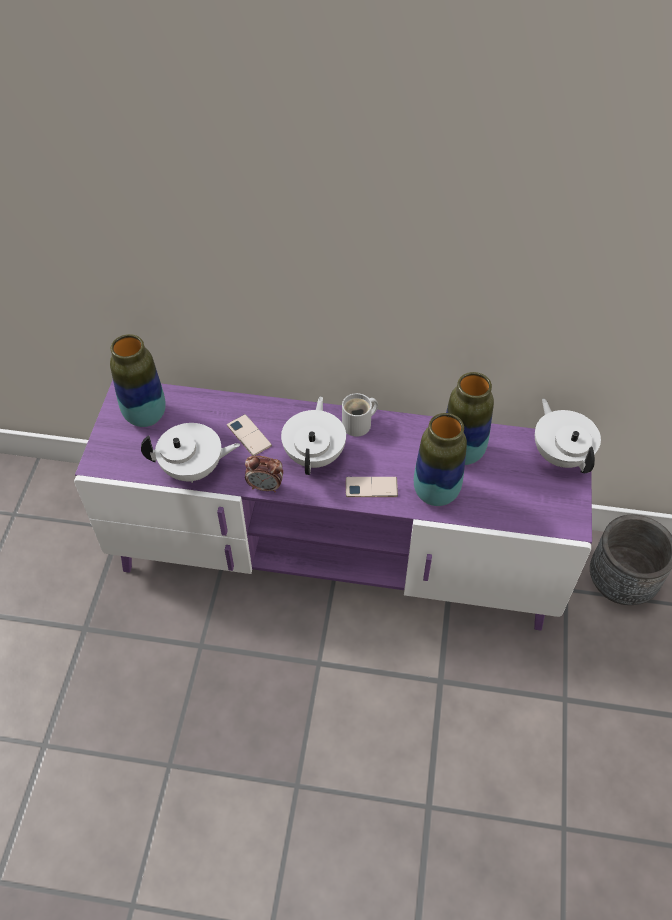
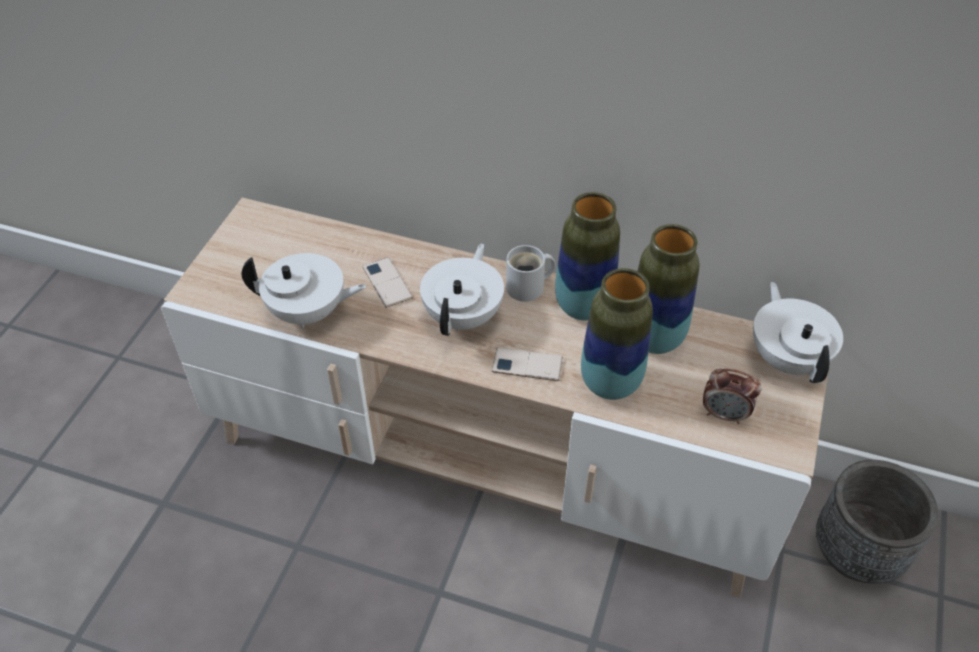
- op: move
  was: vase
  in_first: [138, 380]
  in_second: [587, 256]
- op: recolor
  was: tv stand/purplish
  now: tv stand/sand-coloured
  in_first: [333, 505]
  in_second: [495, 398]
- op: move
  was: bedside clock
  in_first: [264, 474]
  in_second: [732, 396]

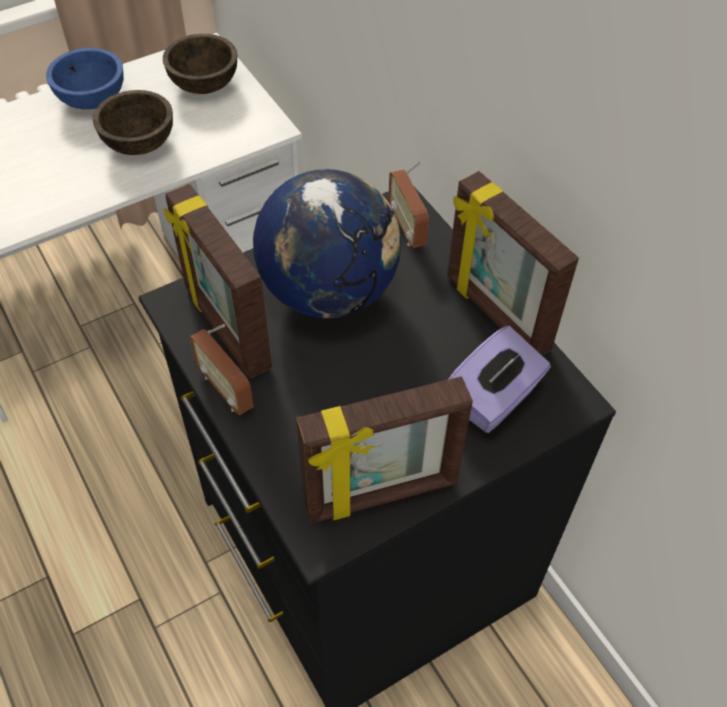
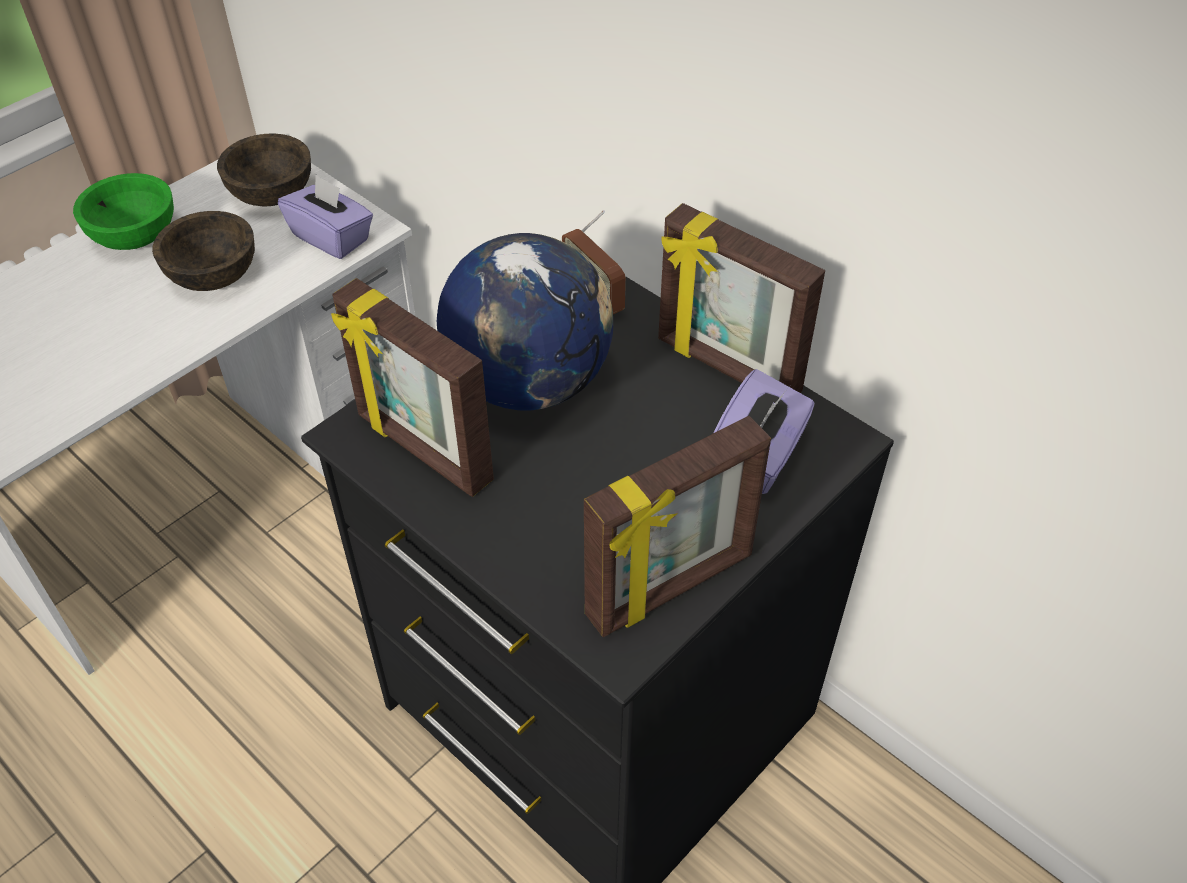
- op: recolor
  was: deep dish/bluish
  now: deep dish/greenish
  in_first: [85, 78]
  in_second: [123, 211]
- op: delete
  was: radio
  in_first: [221, 370]
- op: insert
  now: box of tissues/purplish
  in_second: [325, 217]

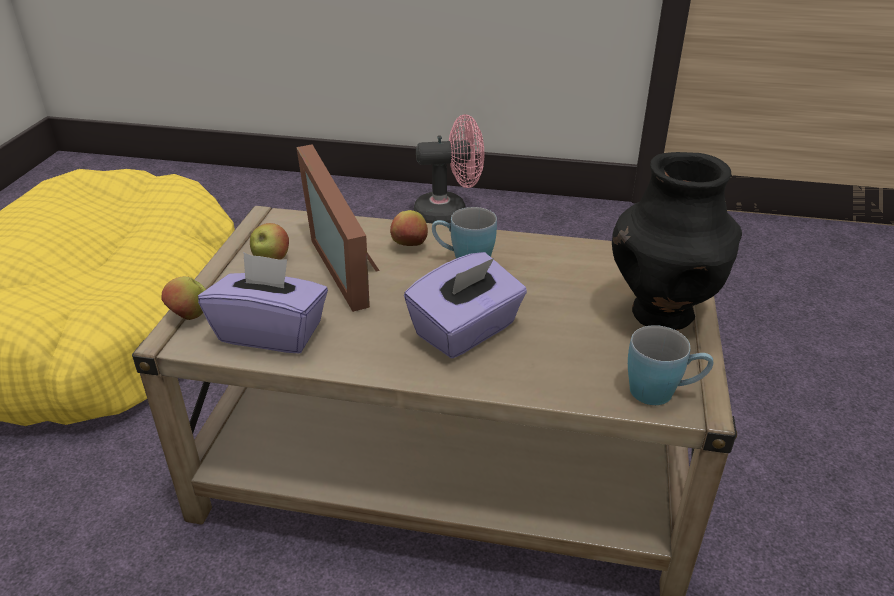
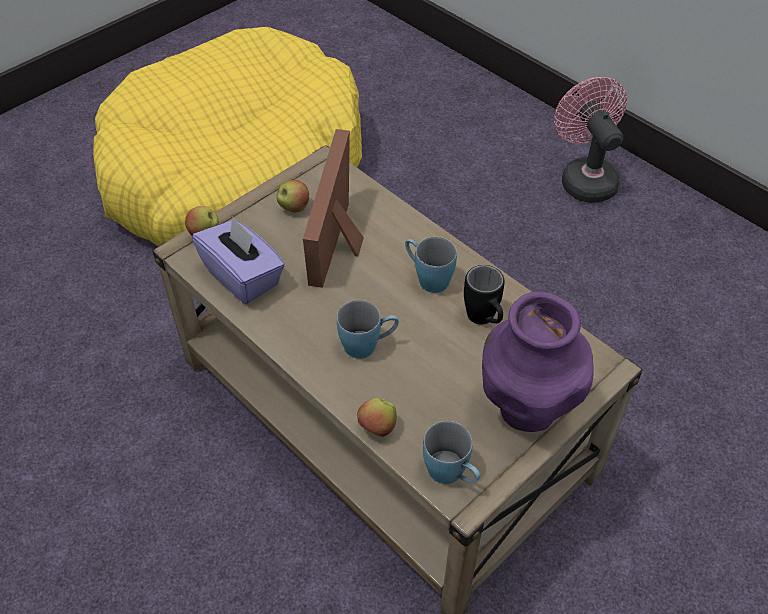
- op: rotate
  was: fan/pink-coloured
  in_first: [449, 169]
  in_second: [590, 140]
  clockwise: -135
- op: recolor
  was: vase/black
  now: vase/purplish
  in_first: [677, 241]
  in_second: [538, 361]
- op: move
  was: whole apple
  in_first: [409, 228]
  in_second: [377, 417]
- op: replace
  was: box of tissues/purplish
  now: coffee mug/bluish
  in_first: [465, 305]
  in_second: [368, 329]
- op: insert
  now: coffee mug/black
  in_second: [484, 295]

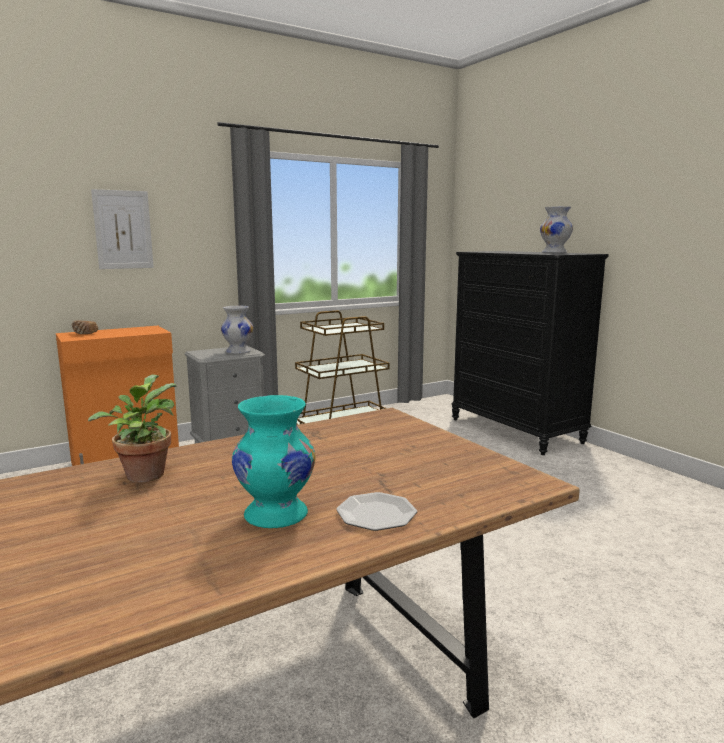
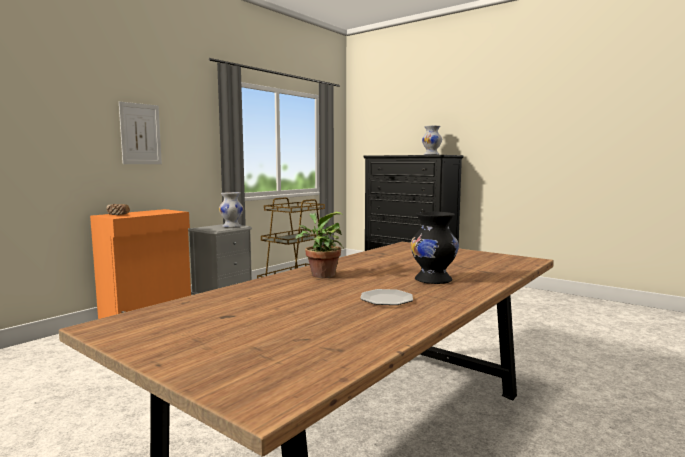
- op: recolor
  was: vase/turquoise
  now: vase/black
  in_first: [274, 461]
  in_second: [434, 248]
- op: move
  was: plate
  in_first: [376, 511]
  in_second: [386, 297]

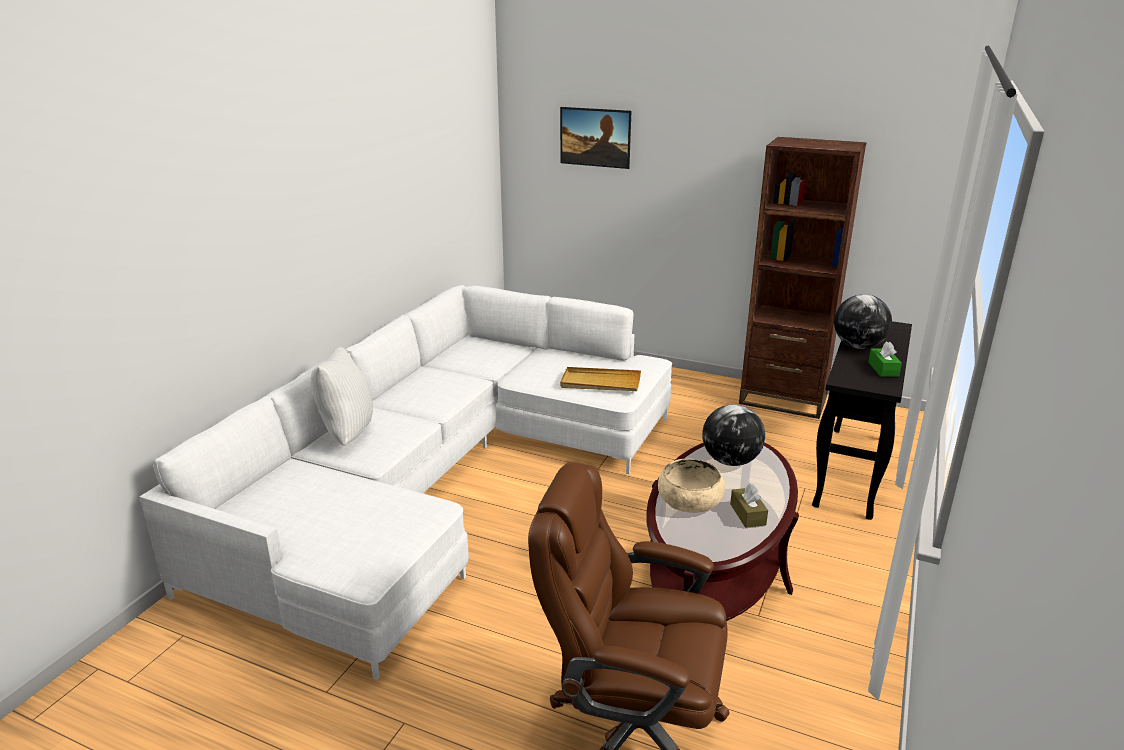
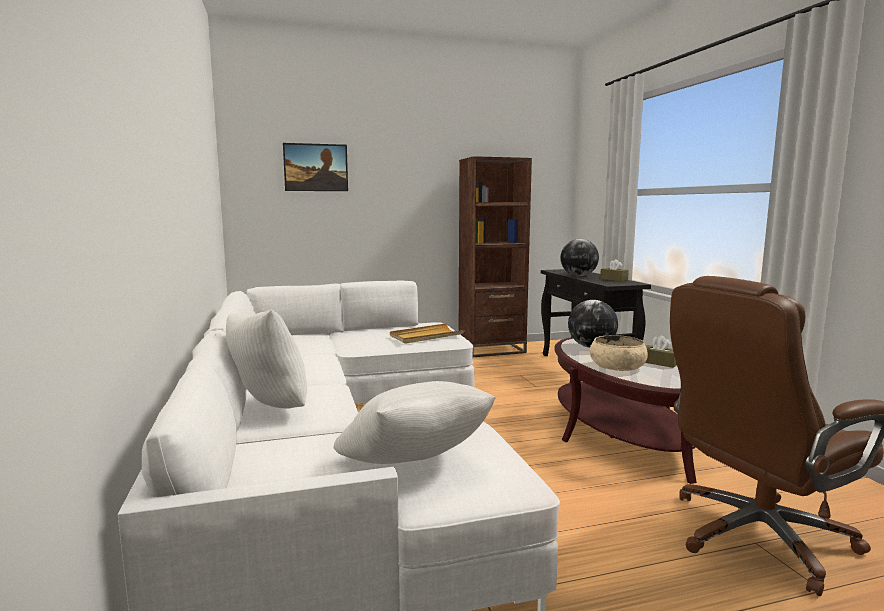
- op: recolor
  was: box of tissues/greenish
  now: box of tissues/brownish
  in_first: [885, 359]
  in_second: [614, 270]
- op: insert
  now: pillow/whitish
  in_second: [414, 422]

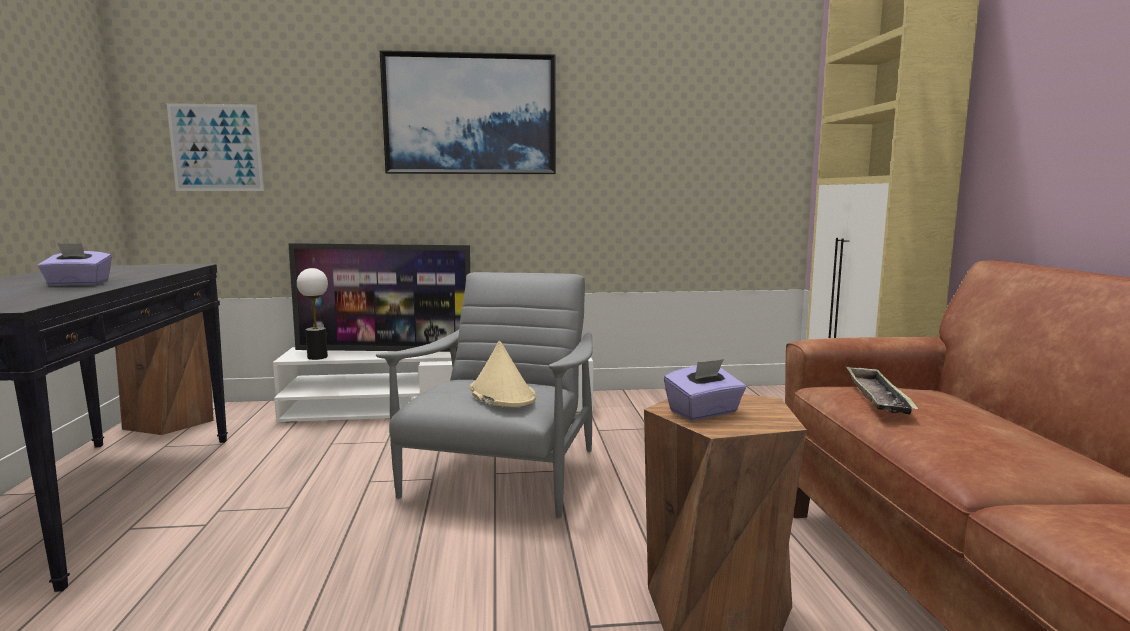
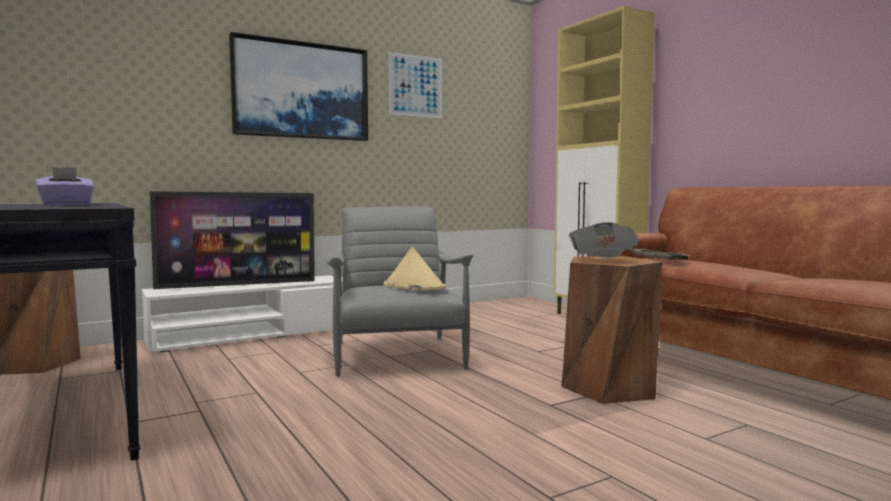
- op: move
  was: wall picture
  in_first: [215, 147]
  in_second: [415, 85]
- op: delete
  was: tabletop lamp
  in_first: [312, 314]
- op: replace
  was: box of tissues/purplish
  now: newspaper
  in_first: [705, 390]
  in_second: [604, 240]

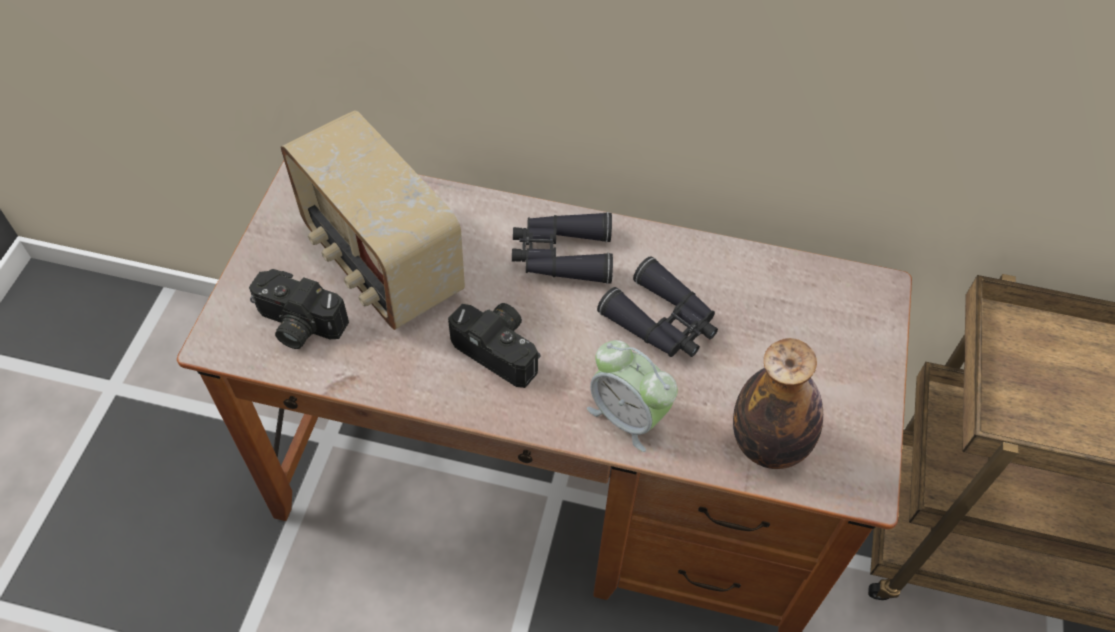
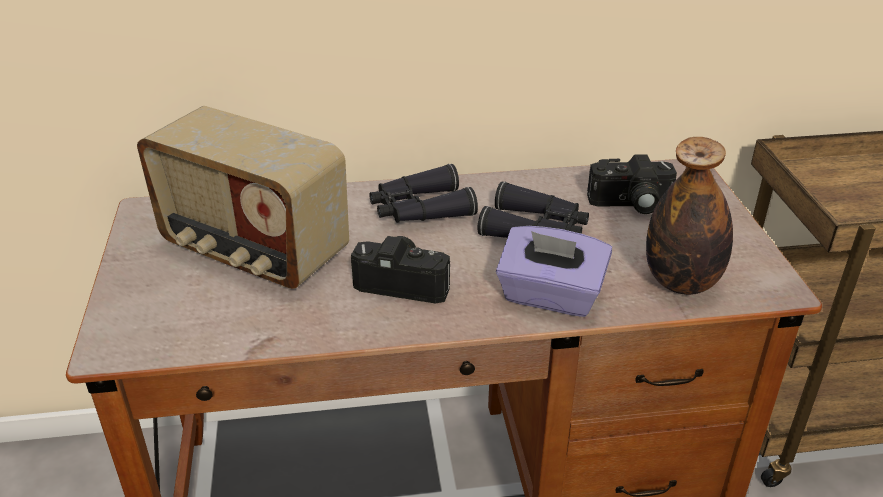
- op: move
  was: photo camera
  in_first: [299, 309]
  in_second: [632, 184]
- op: replace
  was: bedside clock
  now: box of tissues/purplish
  in_first: [632, 396]
  in_second: [554, 271]

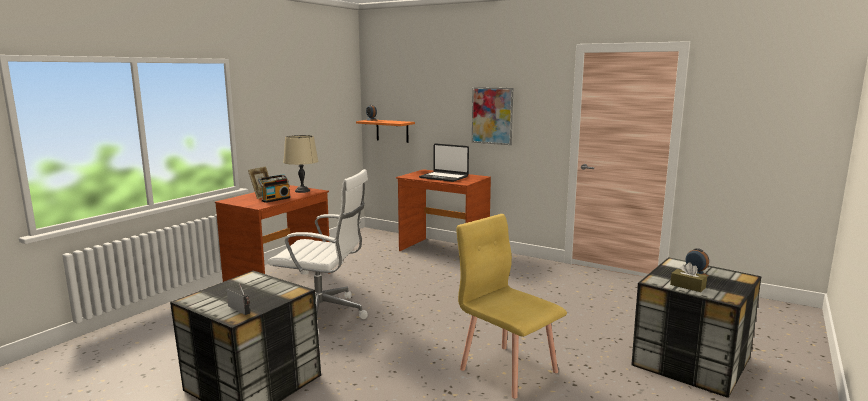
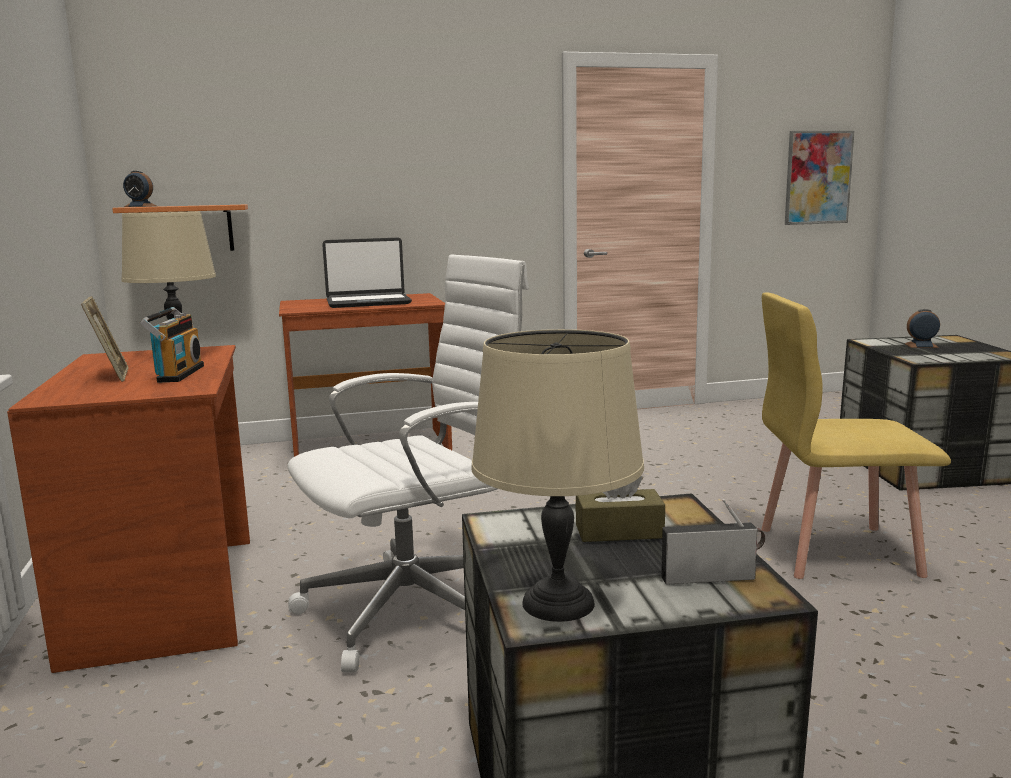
- op: move
  was: wall picture
  in_first: [492, 116]
  in_second: [819, 178]
- op: move
  was: box of tissues/brownish
  in_first: [688, 277]
  in_second: [620, 509]
- op: insert
  now: tabletop lamp/sand-coloured
  in_second: [557, 475]

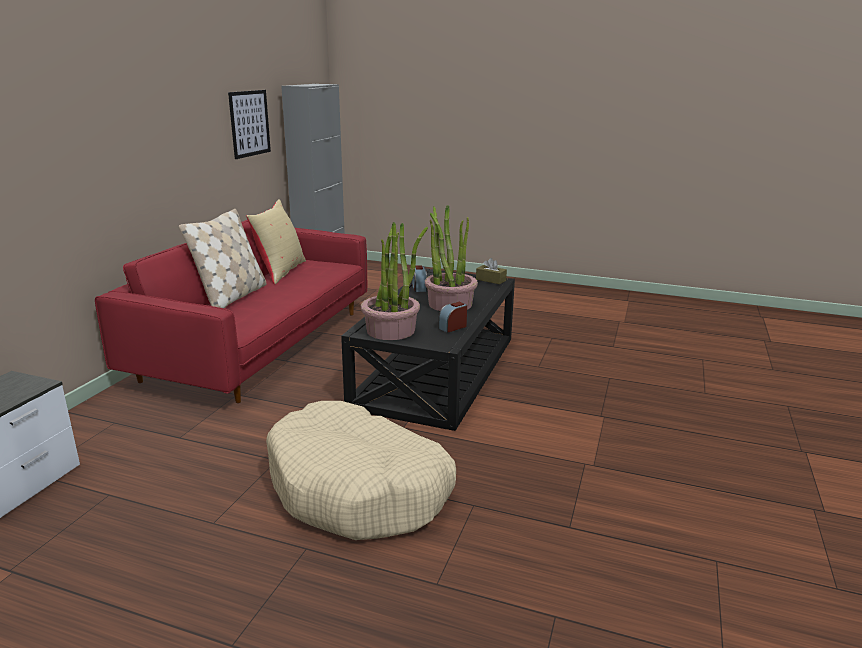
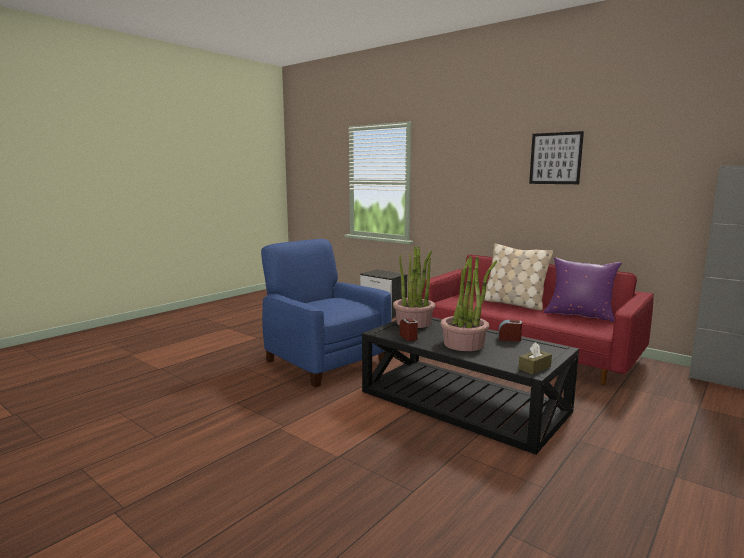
- op: move
  was: wall picture
  in_first: [249, 124]
  in_second: [556, 157]
- op: recolor
  was: pillow/sand-coloured
  now: pillow/purplish
  in_first: [276, 241]
  in_second: [583, 289]
- op: replace
  was: dog bed/sand-coloured
  now: easy chair/bluish
  in_first: [361, 470]
  in_second: [326, 313]

